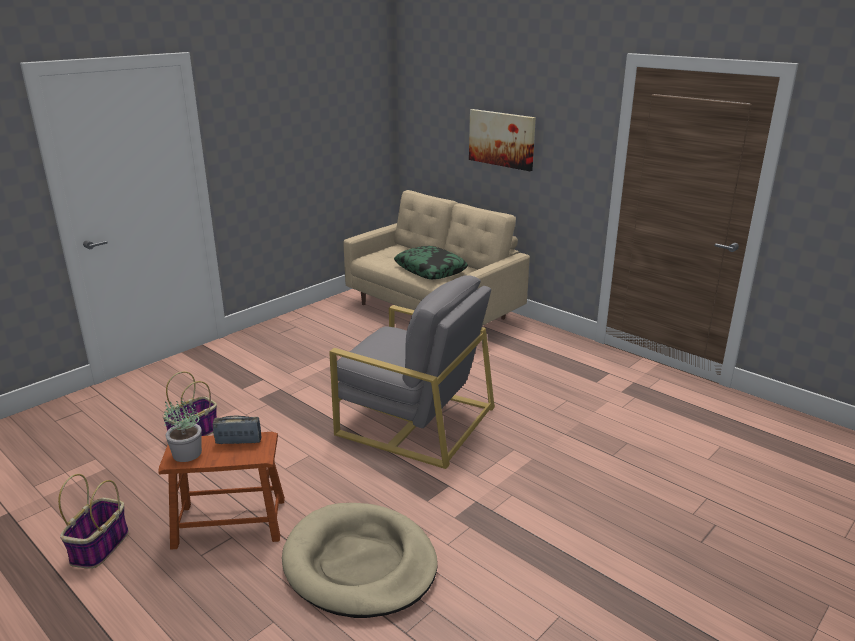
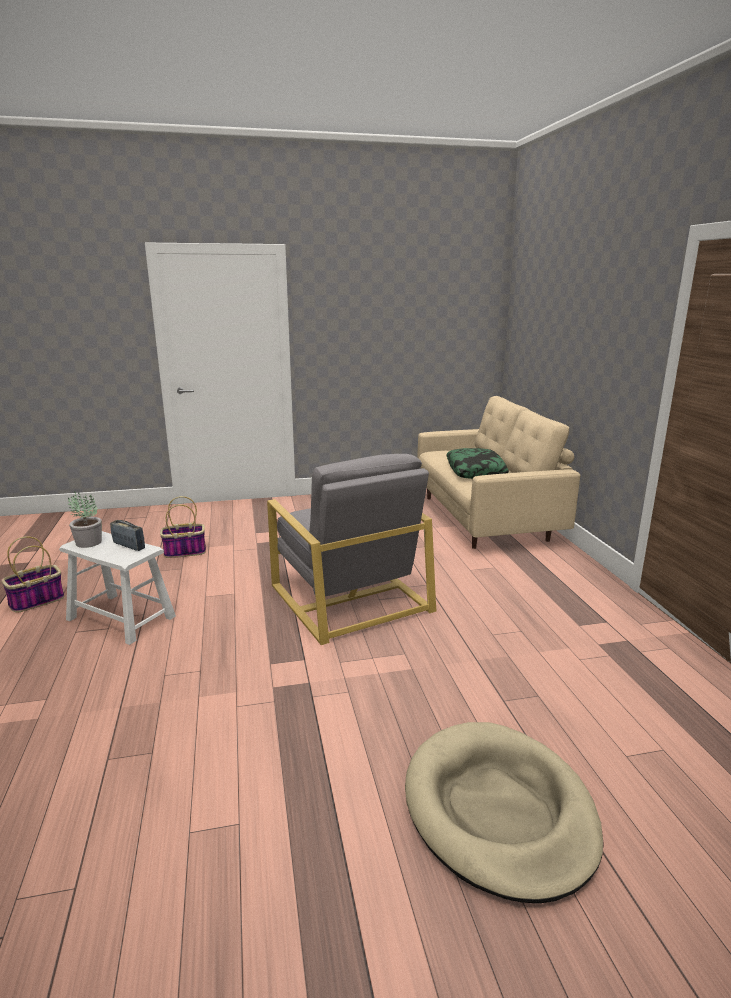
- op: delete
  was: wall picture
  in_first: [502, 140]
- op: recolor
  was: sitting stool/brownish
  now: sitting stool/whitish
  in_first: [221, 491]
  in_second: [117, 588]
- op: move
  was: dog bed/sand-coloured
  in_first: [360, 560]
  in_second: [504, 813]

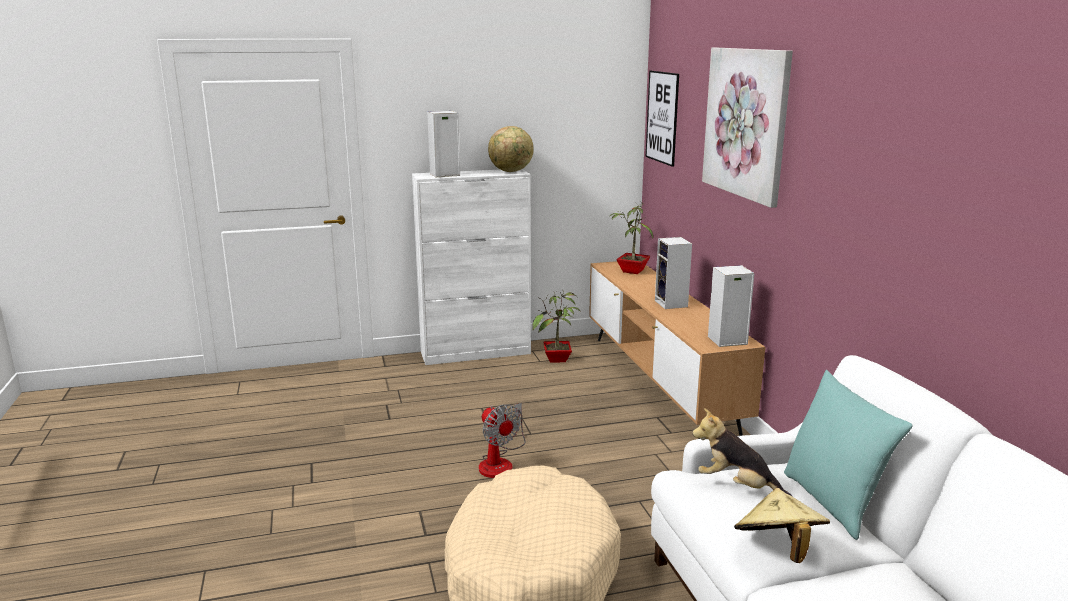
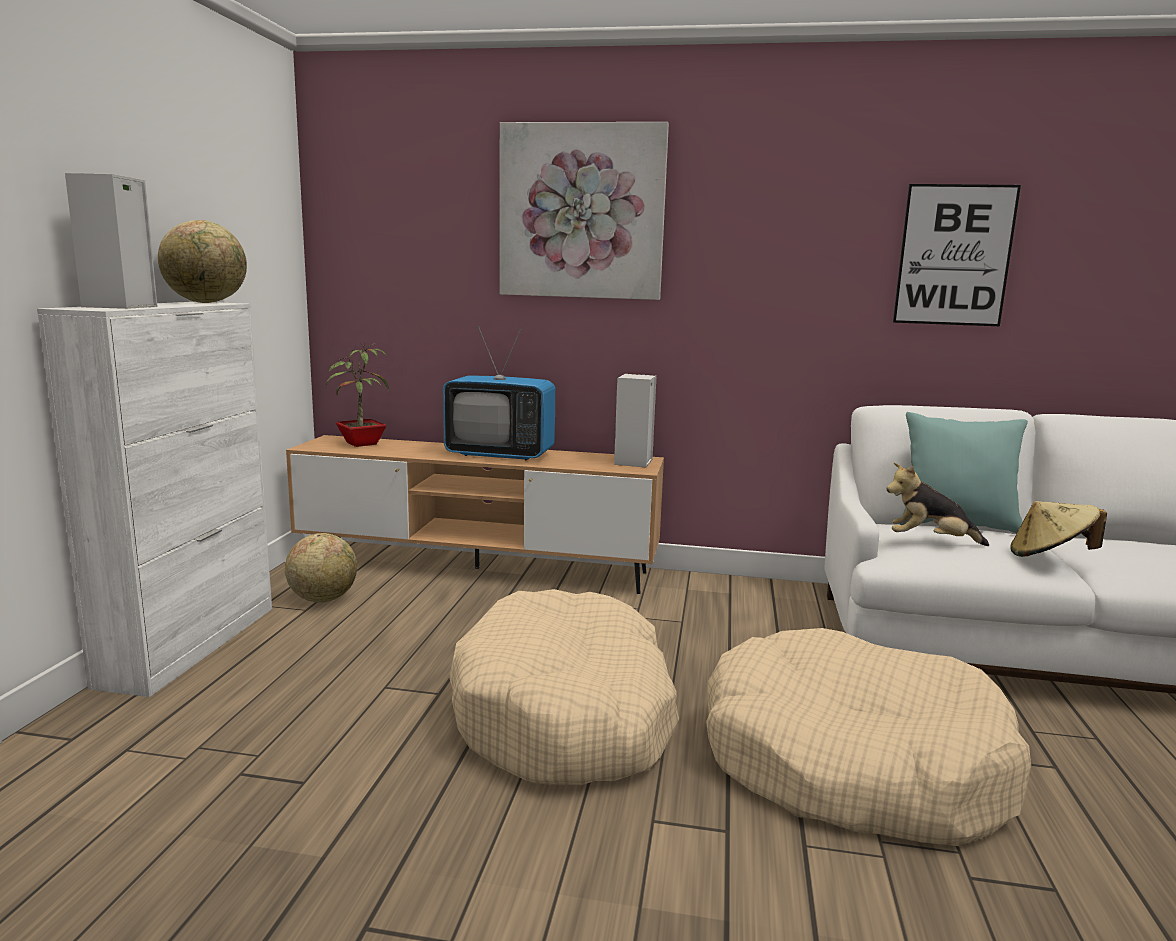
- op: move
  was: wall picture
  in_first: [662, 119]
  in_second: [957, 255]
- op: replace
  was: speaker
  now: TV
  in_first: [673, 273]
  in_second: [499, 393]
- op: replace
  was: plant in a pot
  now: globe
  in_first: [556, 326]
  in_second: [321, 568]
- op: replace
  was: fan
  now: dog bed/sand-coloured
  in_first: [502, 440]
  in_second: [564, 687]
- op: rotate
  was: plush toy
  in_first: [742, 452]
  in_second: [937, 504]
  clockwise: 45

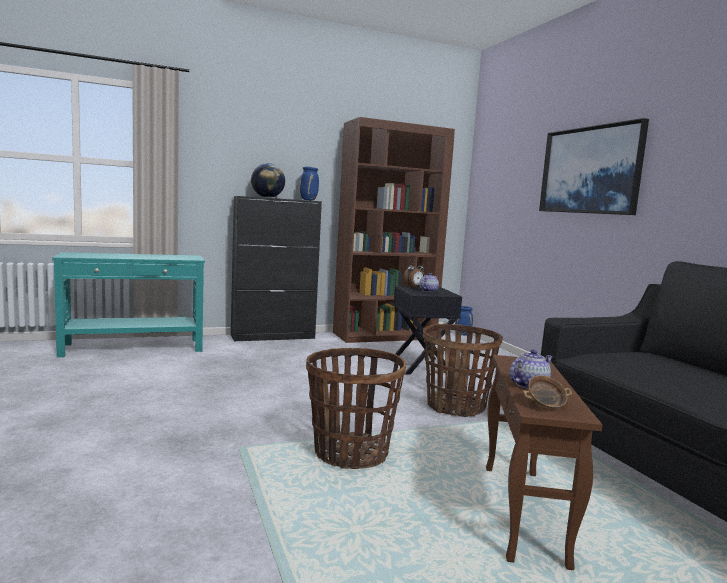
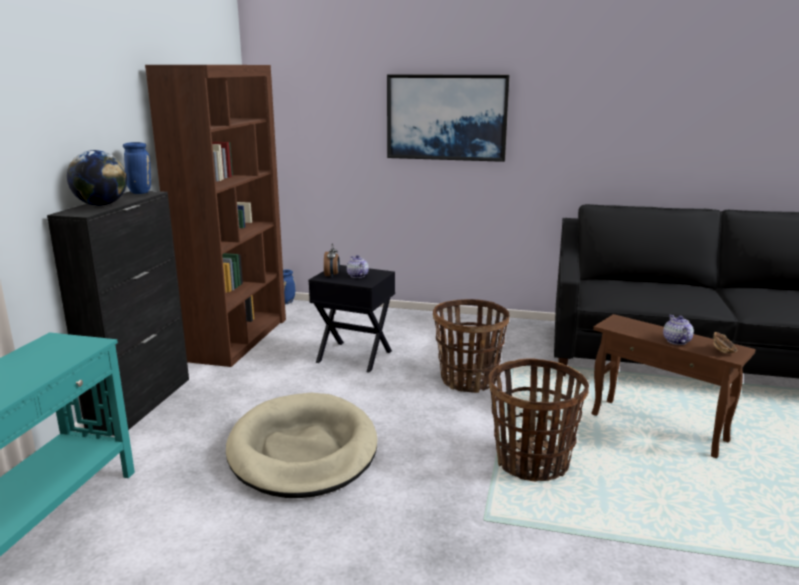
- op: insert
  now: dog bed/sand-coloured
  in_second: [301, 445]

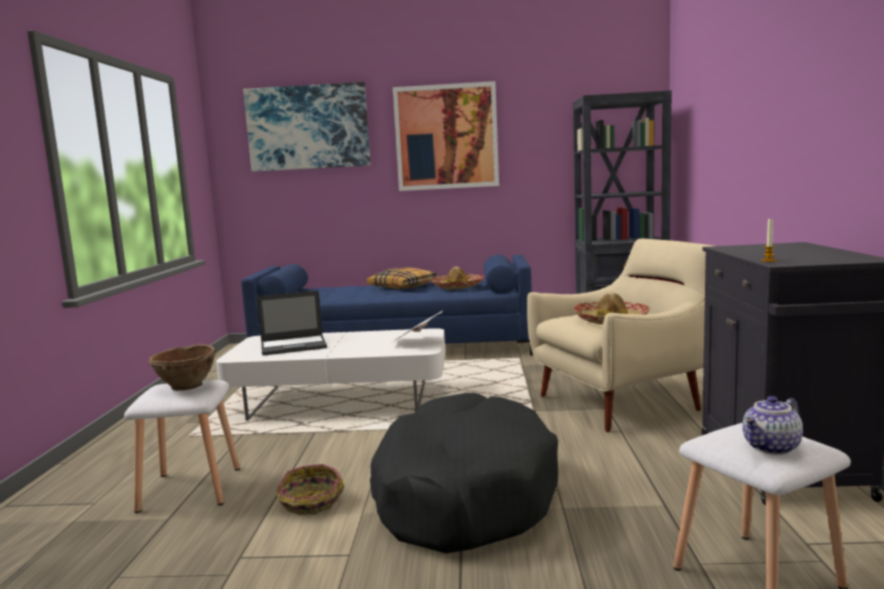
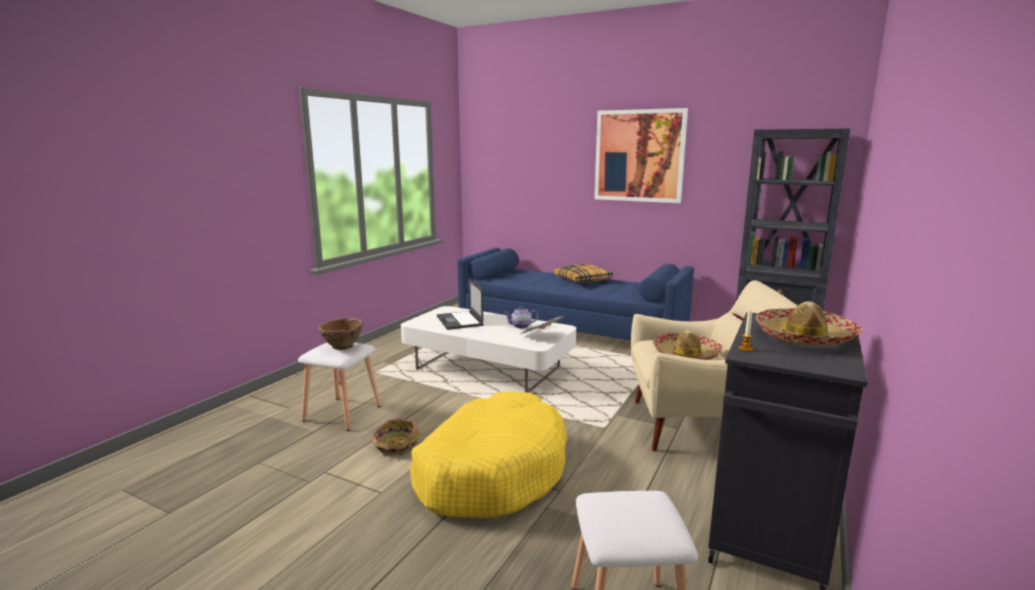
- op: delete
  was: wall picture
  in_first: [307, 127]
- op: move
  was: wearable hat
  in_first: [457, 278]
  in_second: [809, 323]
- op: rotate
  was: laptop
  in_first: [292, 322]
  in_second: [460, 304]
  clockwise: 60
- op: recolor
  was: dog bed/black
  now: dog bed/yellow-coloured
  in_first: [464, 473]
  in_second: [488, 455]
- op: move
  was: teapot
  in_first: [772, 425]
  in_second: [521, 317]

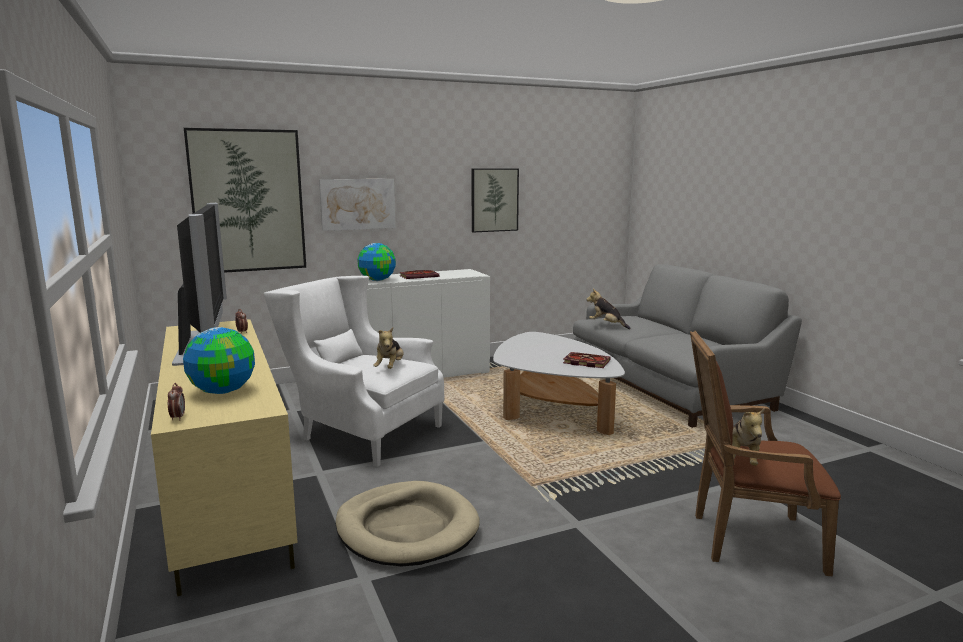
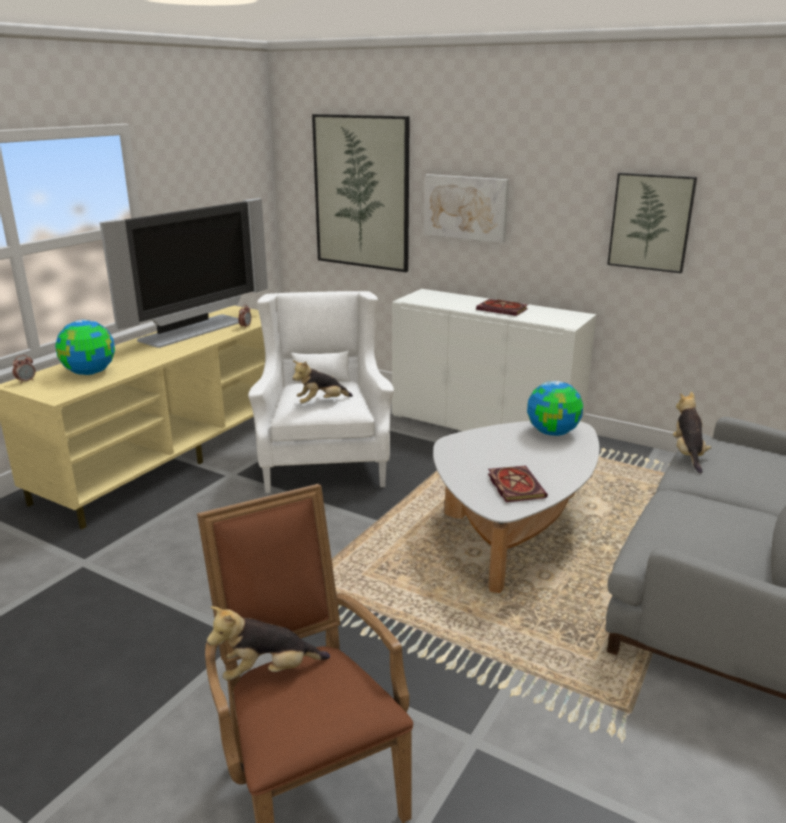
- op: move
  was: globe
  in_first: [376, 262]
  in_second: [555, 408]
- op: delete
  was: dog bed/sand-coloured
  in_first: [407, 523]

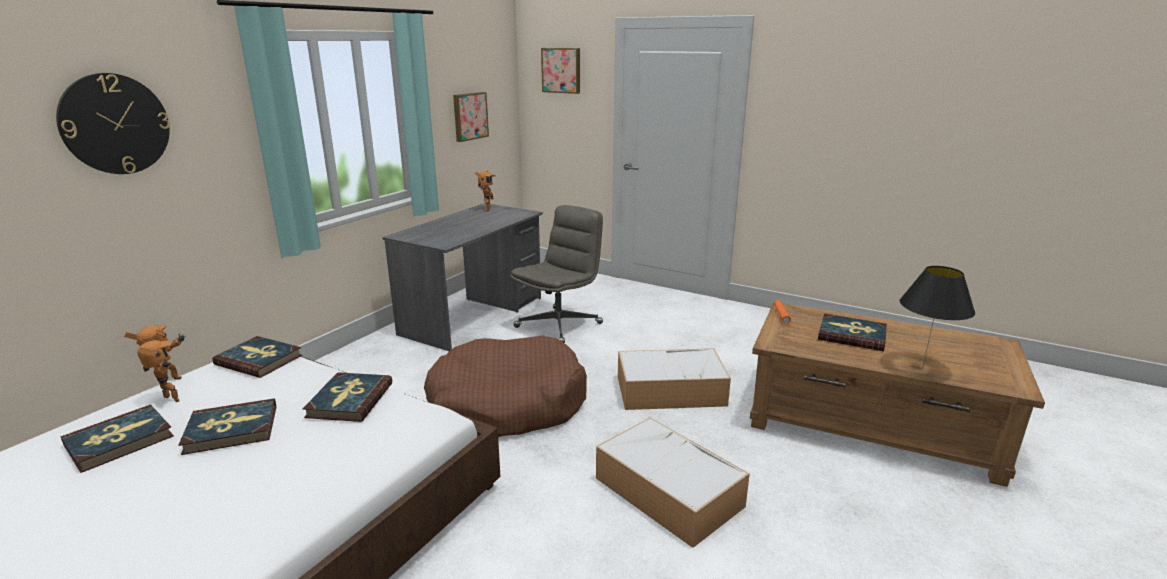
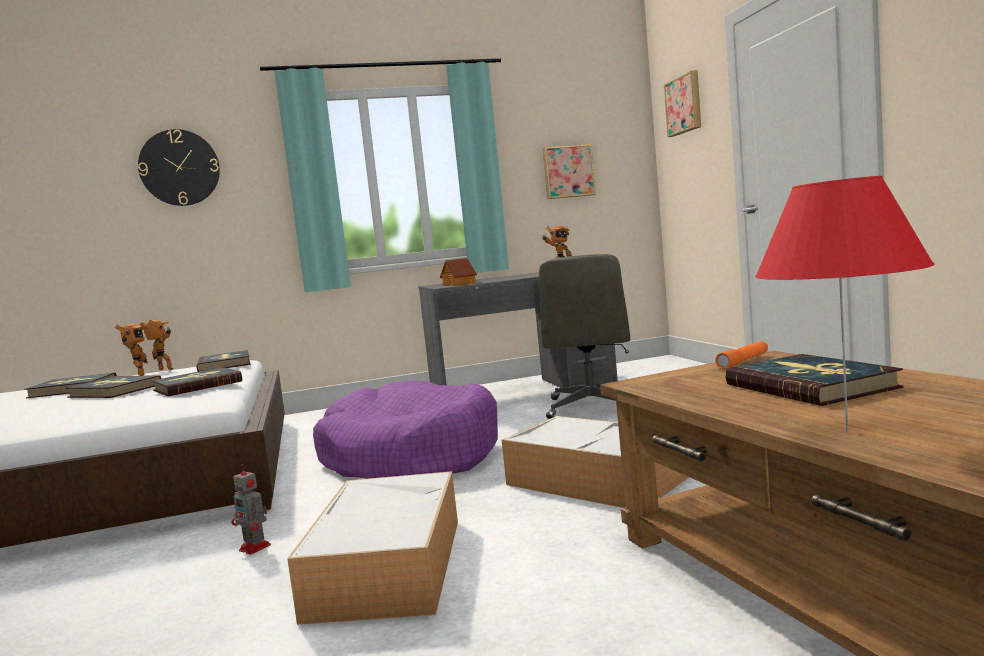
- op: rotate
  was: desk chair/grey
  in_first: [556, 274]
  in_second: [584, 336]
  clockwise: 105
- op: recolor
  was: tabletop lamp/black
  now: tabletop lamp/red-coloured
  in_first: [937, 317]
  in_second: [844, 304]
- op: recolor
  was: dog bed/brownish
  now: dog bed/purplish
  in_first: [505, 386]
  in_second: [405, 429]
- op: insert
  now: toy house
  in_second: [458, 272]
- op: insert
  now: toy robot
  in_second: [251, 509]

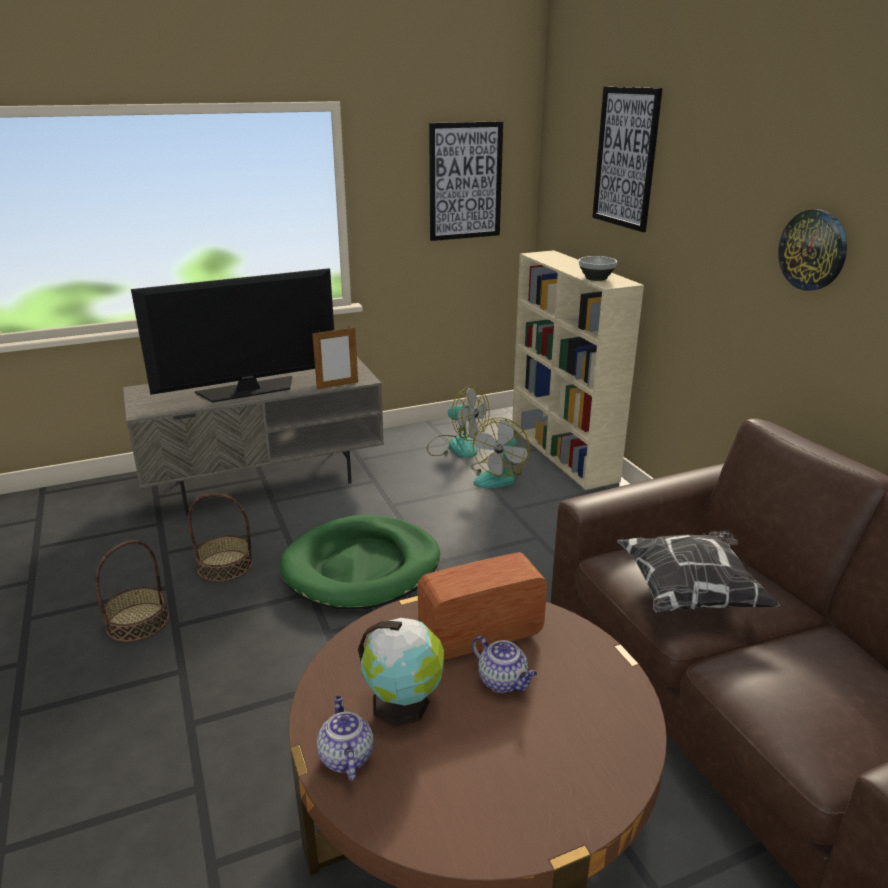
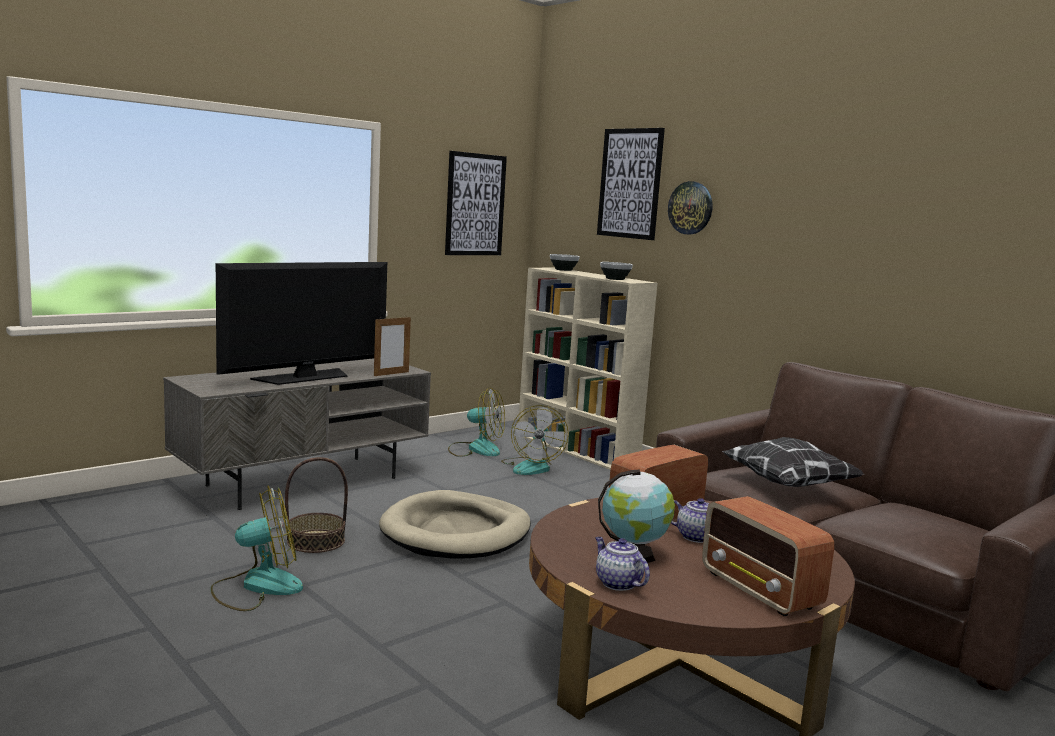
- op: move
  was: wall clock
  in_first: [812, 250]
  in_second: [690, 208]
- op: recolor
  was: dog bed/greenish
  now: dog bed/sand-coloured
  in_first: [360, 562]
  in_second: [455, 524]
- op: replace
  was: household basket
  now: fan
  in_first: [132, 591]
  in_second: [256, 548]
- op: insert
  now: deep dish
  in_second: [565, 262]
- op: insert
  now: radio
  in_second: [768, 556]

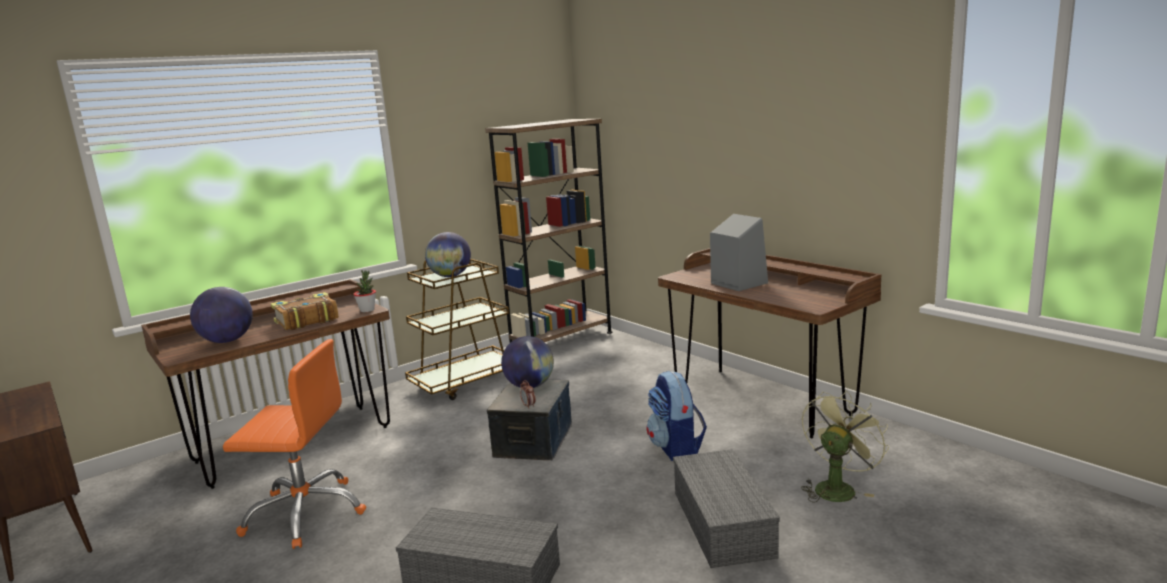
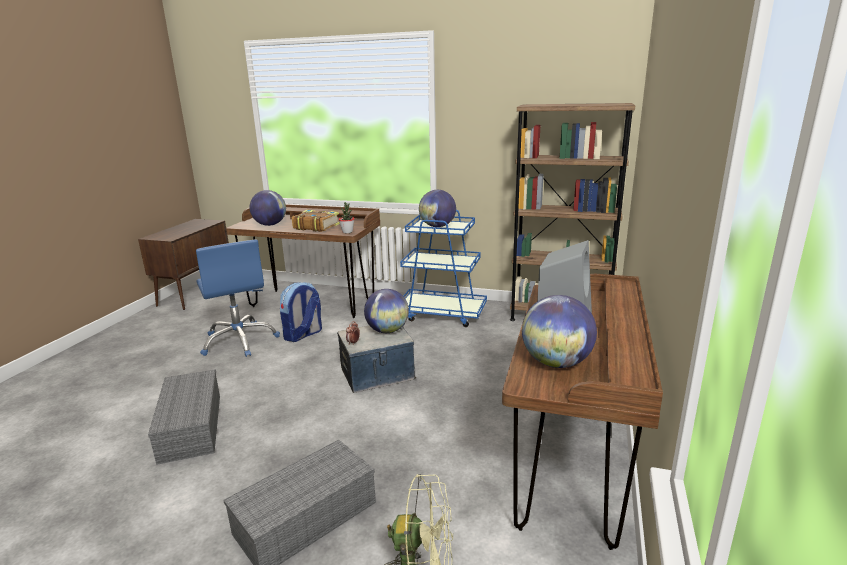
- op: recolor
  was: cart/brownish
  now: cart/bluish
  in_first: [457, 329]
  in_second: [443, 268]
- op: recolor
  was: desk chair/orange
  now: desk chair/bluish
  in_first: [294, 444]
  in_second: [238, 298]
- op: move
  was: backpack
  in_first: [677, 416]
  in_second: [301, 312]
- op: insert
  now: globe
  in_second: [559, 331]

